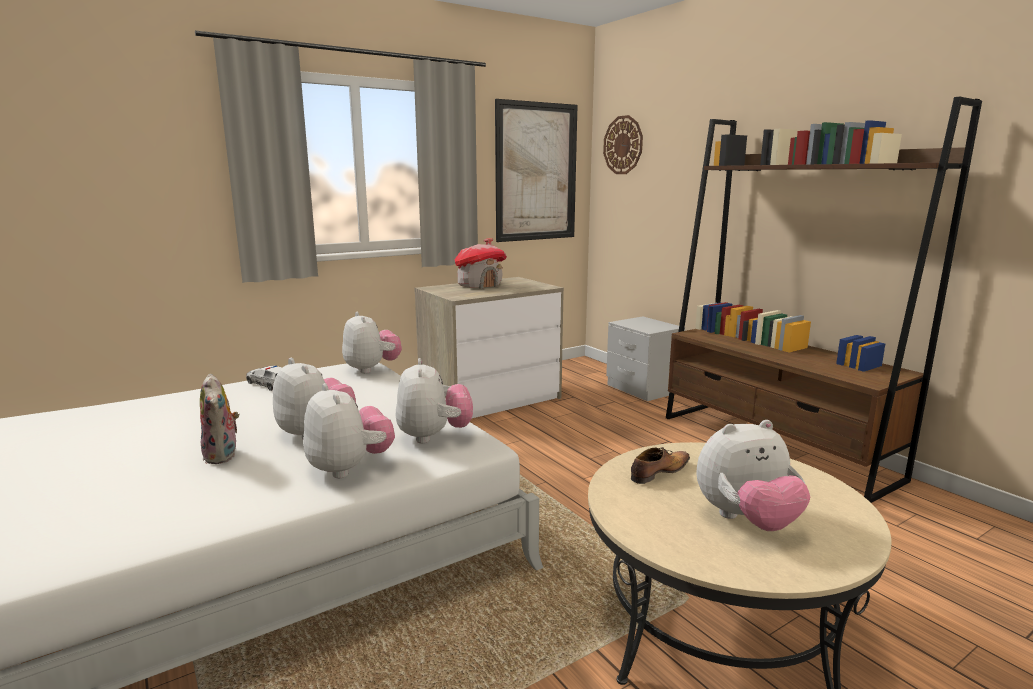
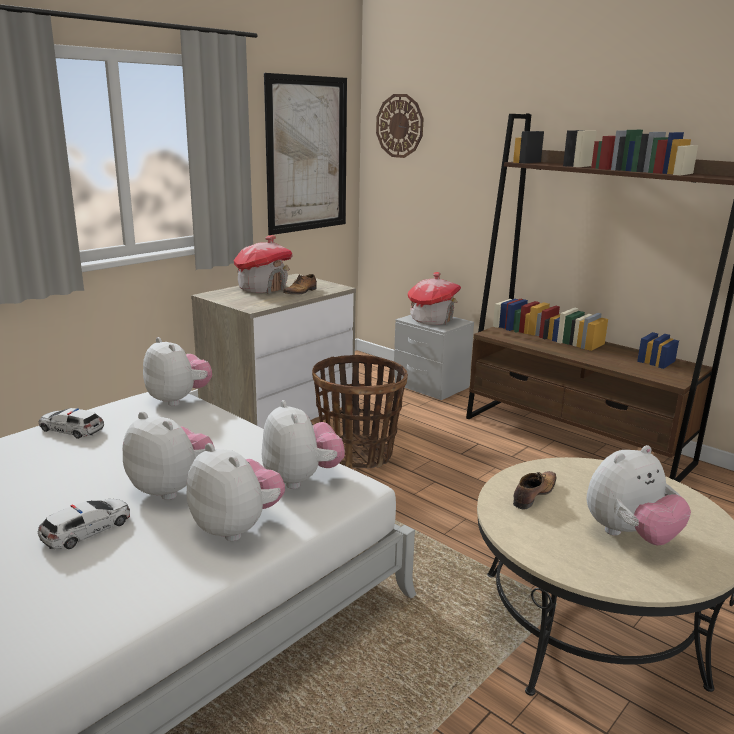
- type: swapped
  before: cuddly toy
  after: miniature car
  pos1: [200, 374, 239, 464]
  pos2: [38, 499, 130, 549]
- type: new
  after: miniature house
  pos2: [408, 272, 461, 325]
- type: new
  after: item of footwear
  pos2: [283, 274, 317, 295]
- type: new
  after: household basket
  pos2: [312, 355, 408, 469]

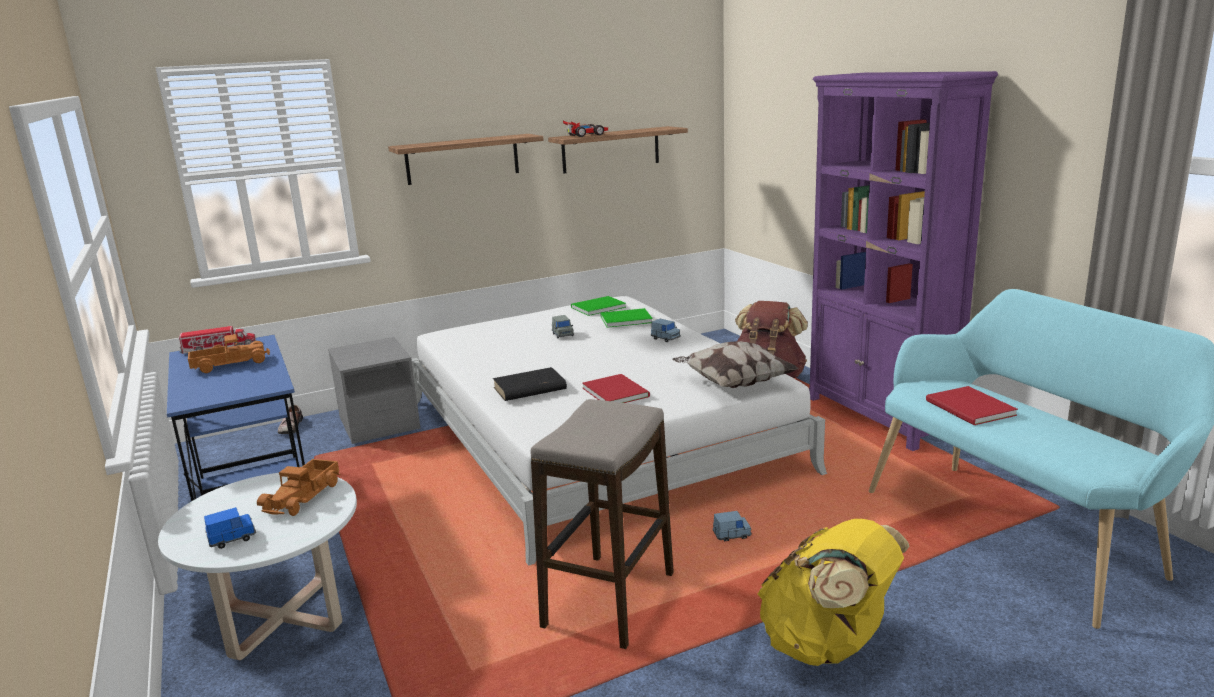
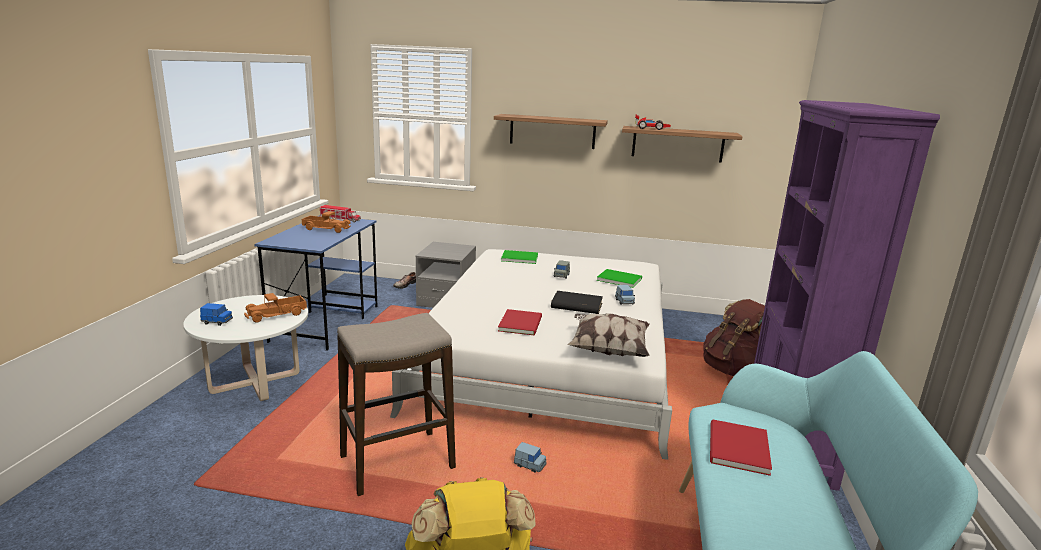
- type: shifted
  before: green-coloured bound book
  pos1: [571, 296, 626, 316]
  pos2: [501, 250, 538, 264]
- type: shifted
  before: black bound book
  pos1: [493, 367, 567, 401]
  pos2: [551, 291, 603, 314]

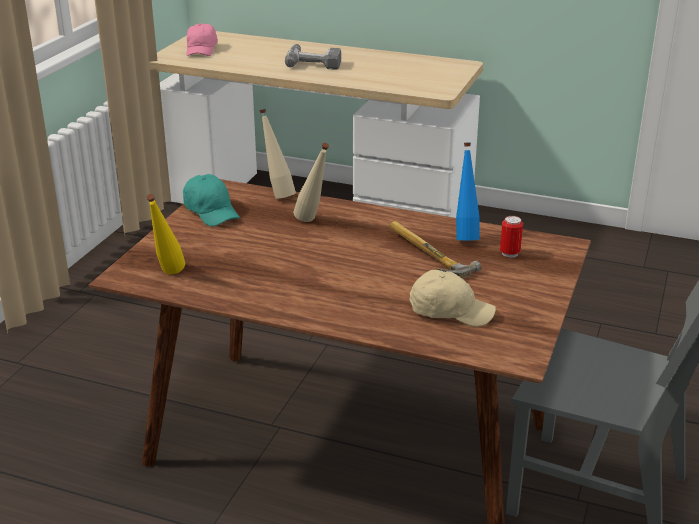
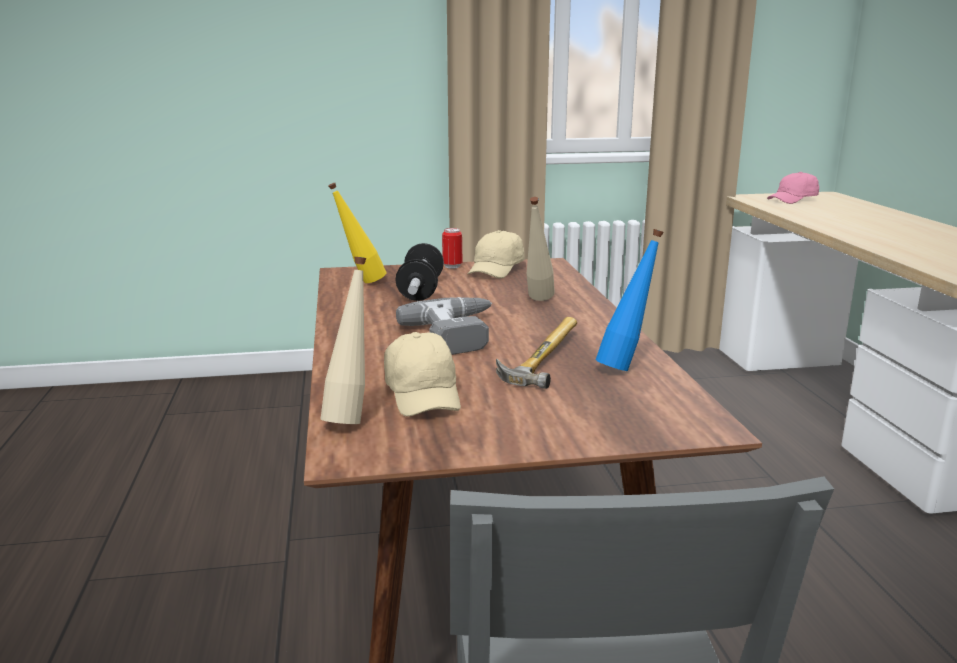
- type: shifted
  before: electric drill
  pos1: [285, 44, 341, 70]
  pos2: [396, 297, 492, 355]
- type: shifted
  before: sand-coloured drink bottle
  pos1: [259, 109, 296, 199]
  pos2: [320, 257, 366, 424]
- type: repainted
  before: turquoise-coloured cap
  after: sand-coloured cap
  pos1: [183, 174, 240, 226]
  pos2: [468, 230, 524, 279]
- type: shifted
  before: can
  pos1: [500, 216, 523, 258]
  pos2: [442, 228, 462, 269]
- type: new
  after: free weight
  pos2: [395, 243, 444, 301]

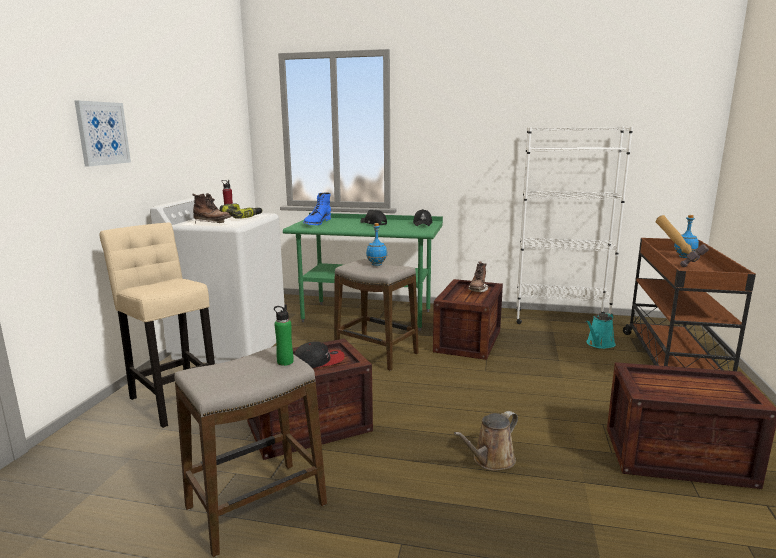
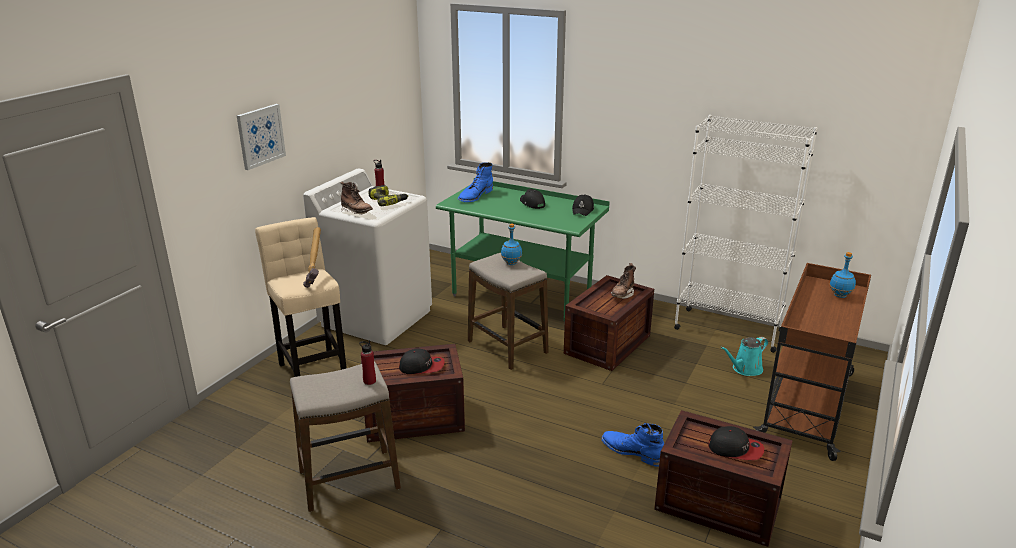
- type: shifted
  before: hand hammer
  pos1: [656, 215, 709, 267]
  pos2: [303, 227, 321, 288]
- type: repainted
  before: green-coloured drink bottle
  after: red-coloured drink bottle
  pos1: [274, 304, 294, 366]
  pos2: [359, 340, 376, 385]
- type: gone
  before: brownish watering pot
  pos1: [454, 411, 518, 471]
- type: new
  after: blue high-top boot
  pos2: [602, 423, 664, 467]
- type: new
  after: cap
  pos2: [708, 426, 764, 461]

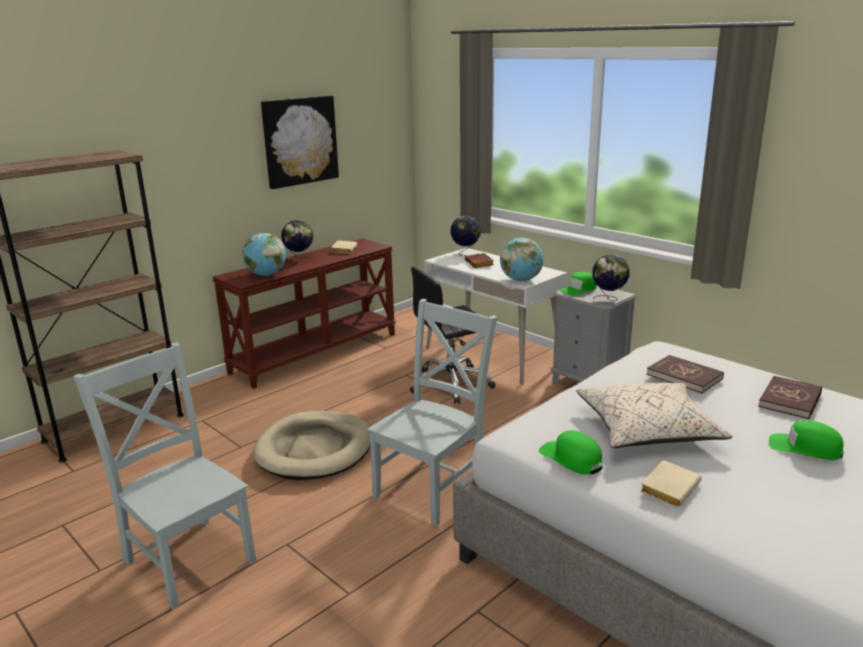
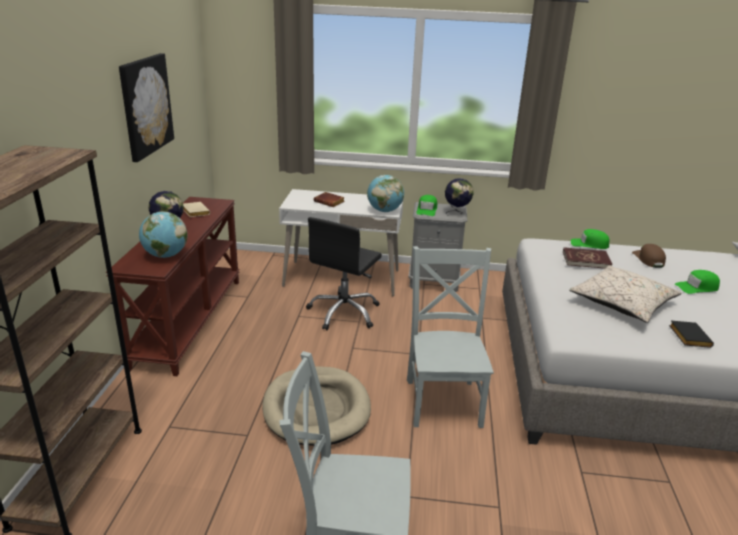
- type: gone
  before: globe
  pos1: [450, 216, 481, 256]
- type: swapped
  before: red-coloured bound book
  after: brownish cap
  pos1: [758, 376, 822, 419]
  pos2: [632, 244, 666, 268]
- type: shifted
  before: green-coloured cap
  pos1: [539, 430, 602, 474]
  pos2: [571, 229, 609, 249]
- type: repainted
  before: sand-coloured bound book
  after: black bound book
  pos1: [640, 460, 701, 507]
  pos2: [669, 321, 714, 348]

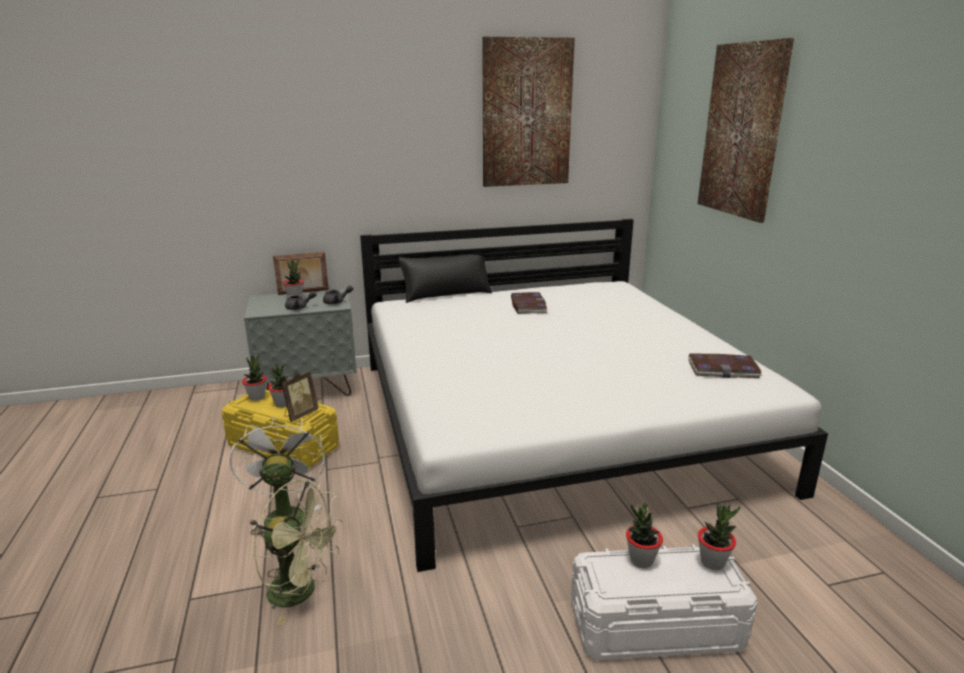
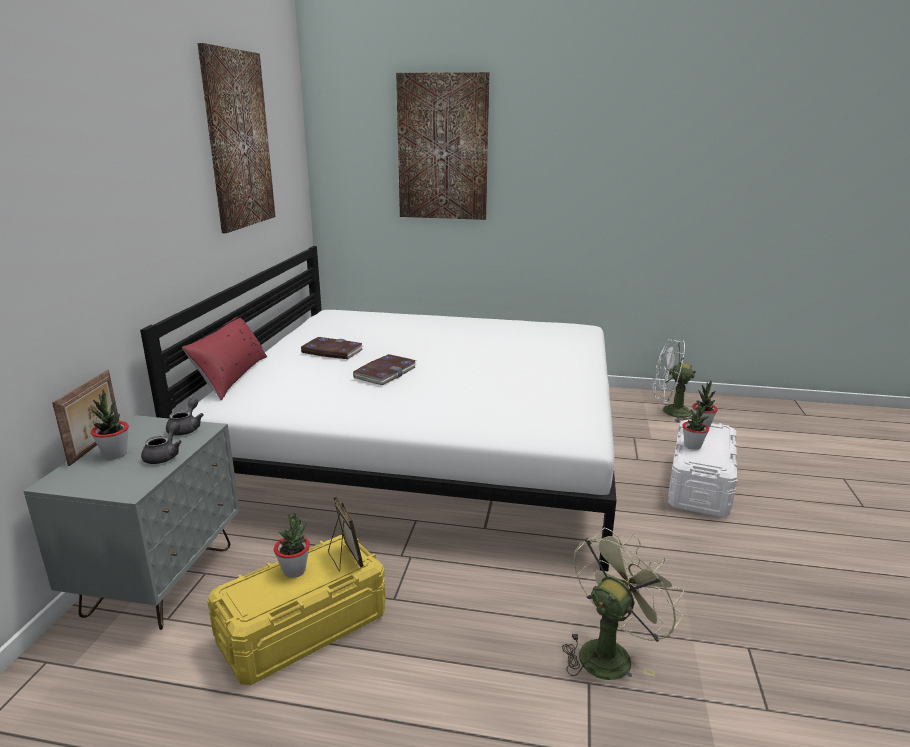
- type: repainted
  before: black cushion
  after: red-coloured cushion
  pos1: [398, 253, 492, 303]
  pos2: [182, 316, 267, 400]
- type: gone
  before: potted plant
  pos1: [242, 353, 267, 401]
- type: shifted
  before: bound book
  pos1: [688, 354, 762, 378]
  pos2: [353, 354, 416, 385]
- type: shifted
  before: whitish cooling fan
  pos1: [230, 416, 325, 538]
  pos2: [652, 339, 696, 422]

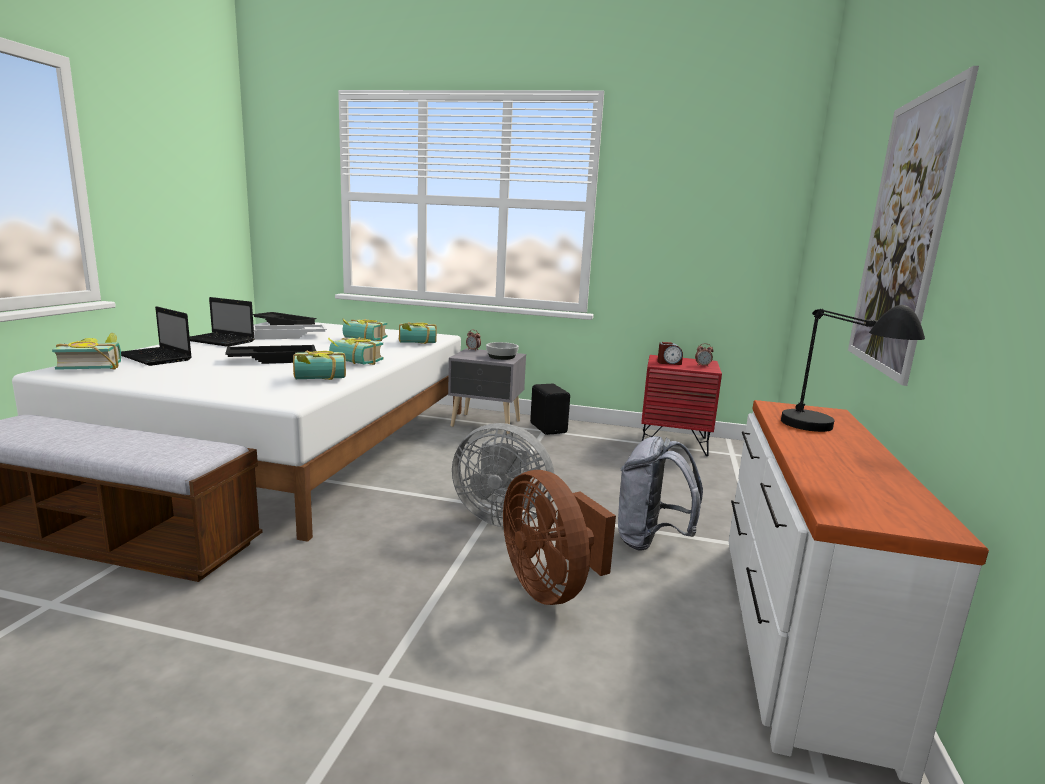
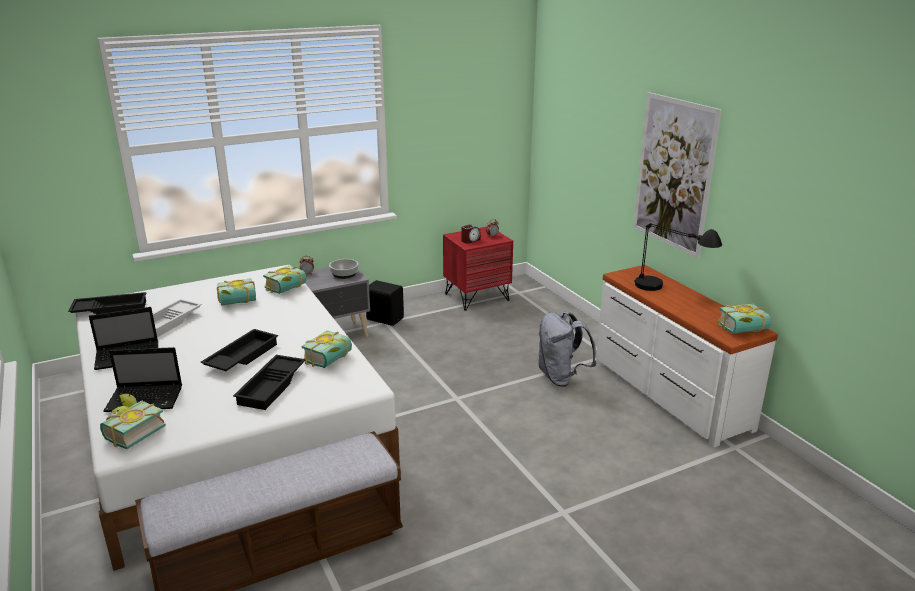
- type: shifted
  before: bound book
  pos1: [328, 337, 383, 365]
  pos2: [718, 304, 770, 334]
- type: gone
  before: gray cooling fan
  pos1: [452, 423, 555, 527]
- type: gone
  before: brownish cooling fan
  pos1: [503, 470, 616, 605]
- type: new
  after: black tray
  pos2: [233, 355, 305, 410]

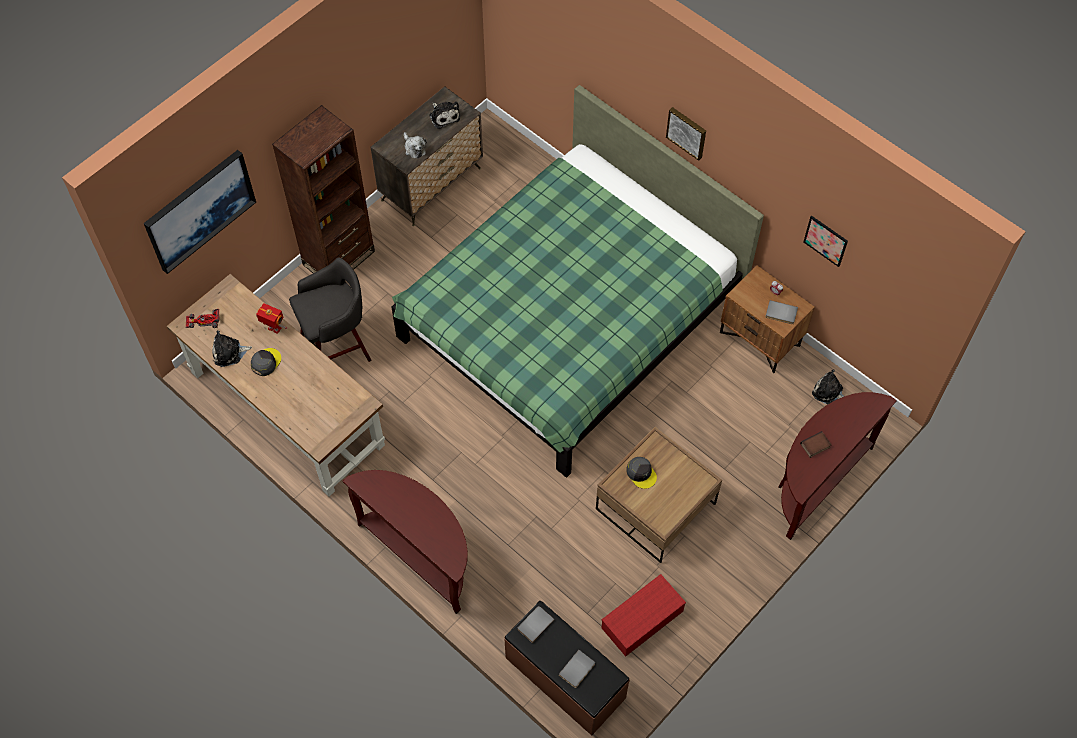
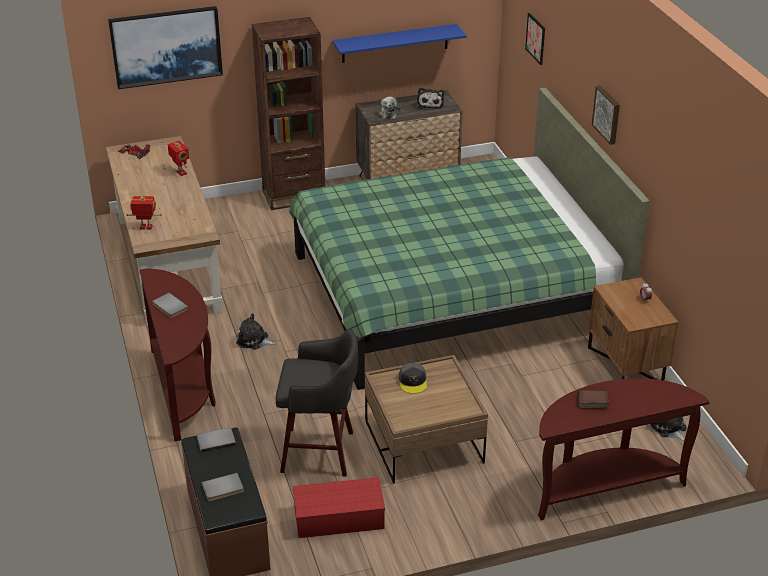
- type: shifted
  before: picture
  pos1: [803, 216, 848, 267]
  pos2: [525, 13, 545, 65]
- type: shifted
  before: gray stool
  pos1: [289, 257, 372, 362]
  pos2: [275, 328, 358, 477]
- type: shifted
  before: gray bound book
  pos1: [765, 300, 798, 324]
  pos2: [152, 293, 189, 318]
- type: shifted
  before: cuddly toy
  pos1: [212, 330, 252, 367]
  pos2: [236, 313, 276, 350]
- type: gone
  before: gray cap
  pos1: [251, 348, 281, 376]
- type: new
  after: blue shelf
  pos2: [332, 24, 467, 63]
- type: new
  after: model robot
  pos2: [127, 196, 162, 230]

